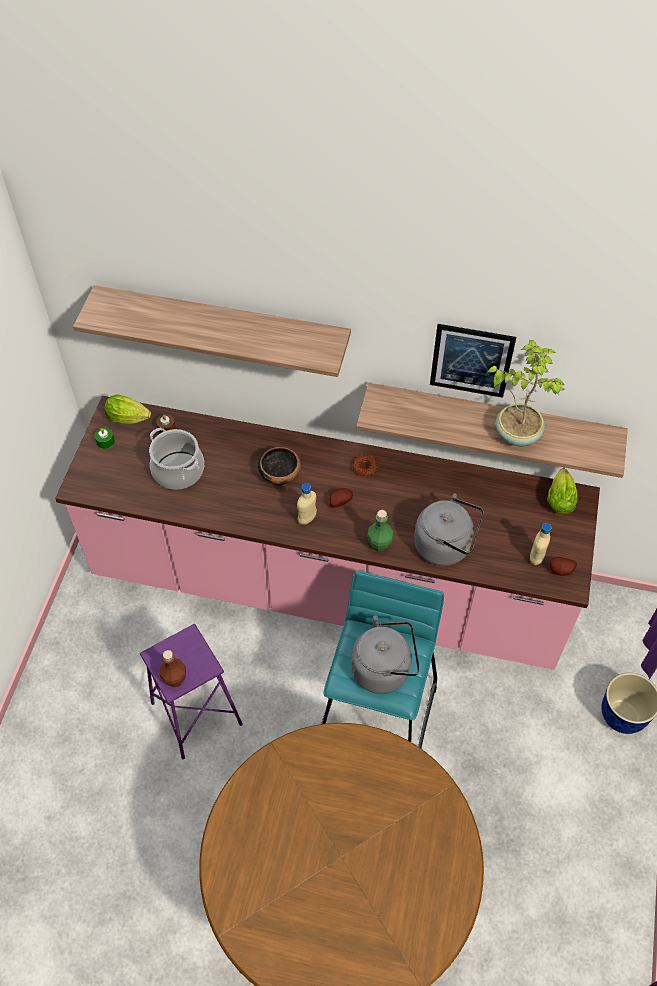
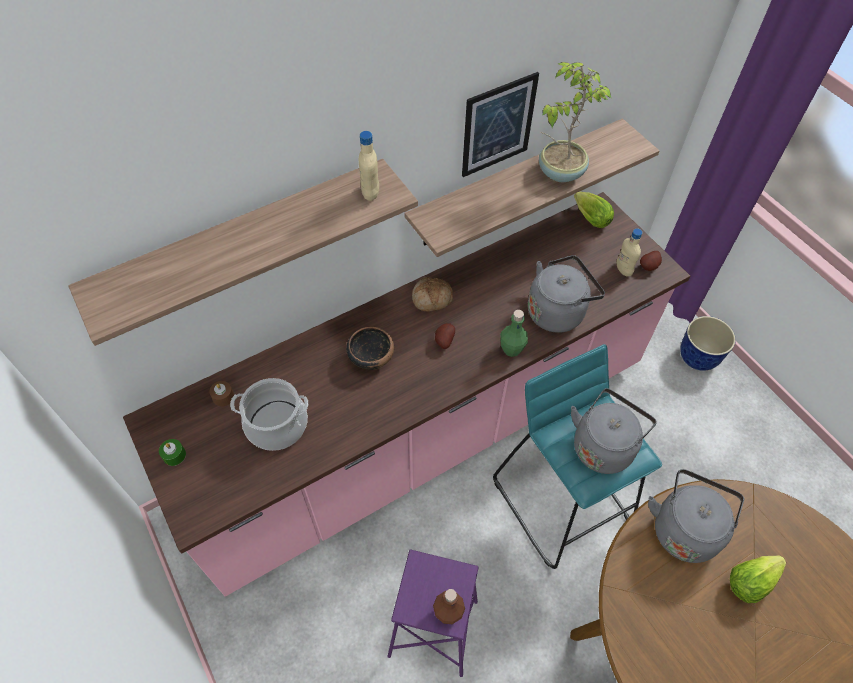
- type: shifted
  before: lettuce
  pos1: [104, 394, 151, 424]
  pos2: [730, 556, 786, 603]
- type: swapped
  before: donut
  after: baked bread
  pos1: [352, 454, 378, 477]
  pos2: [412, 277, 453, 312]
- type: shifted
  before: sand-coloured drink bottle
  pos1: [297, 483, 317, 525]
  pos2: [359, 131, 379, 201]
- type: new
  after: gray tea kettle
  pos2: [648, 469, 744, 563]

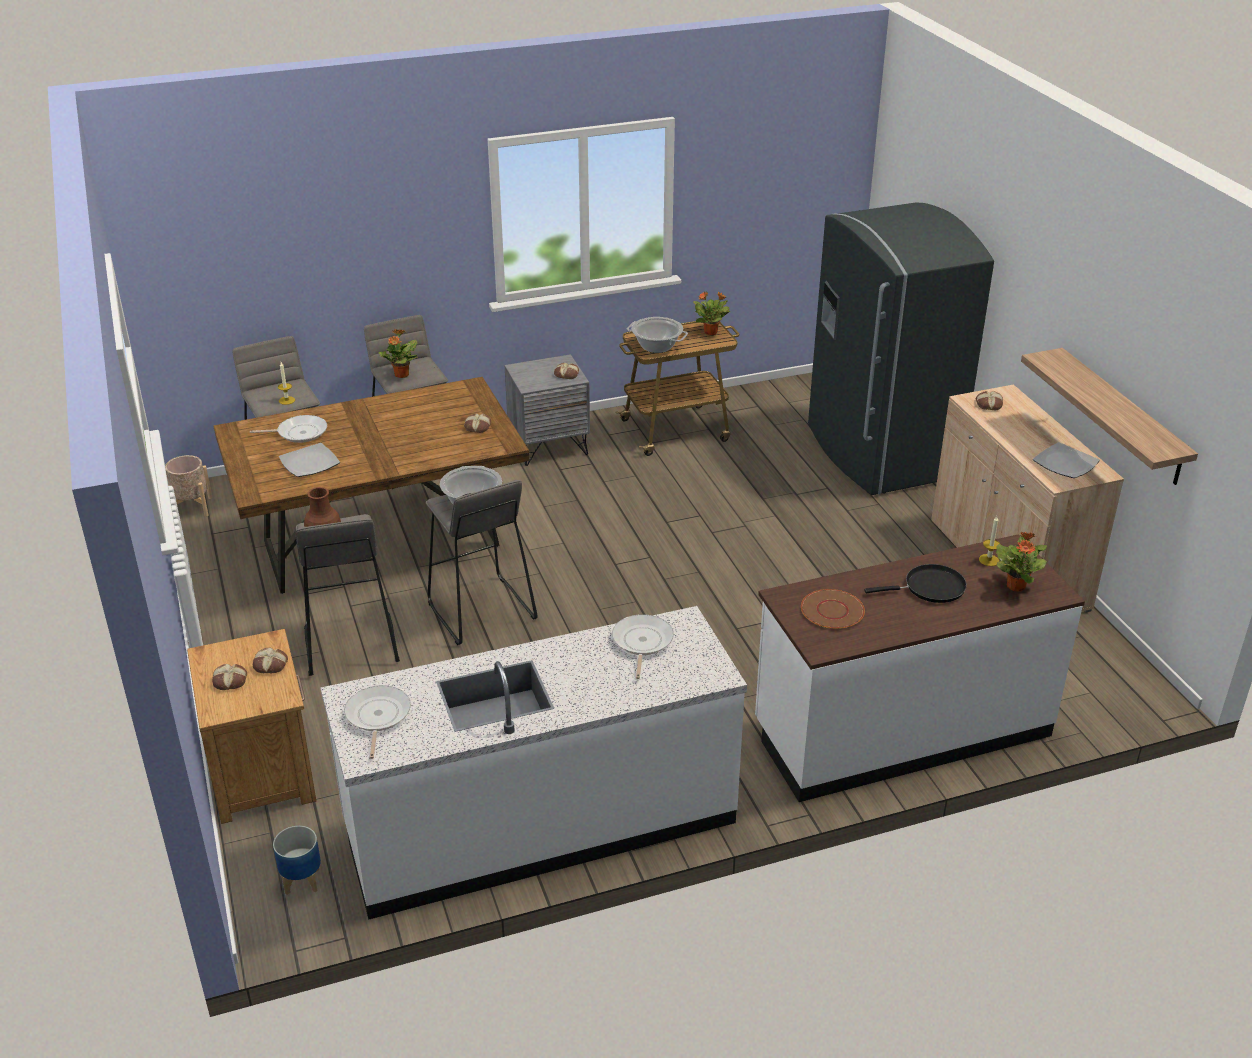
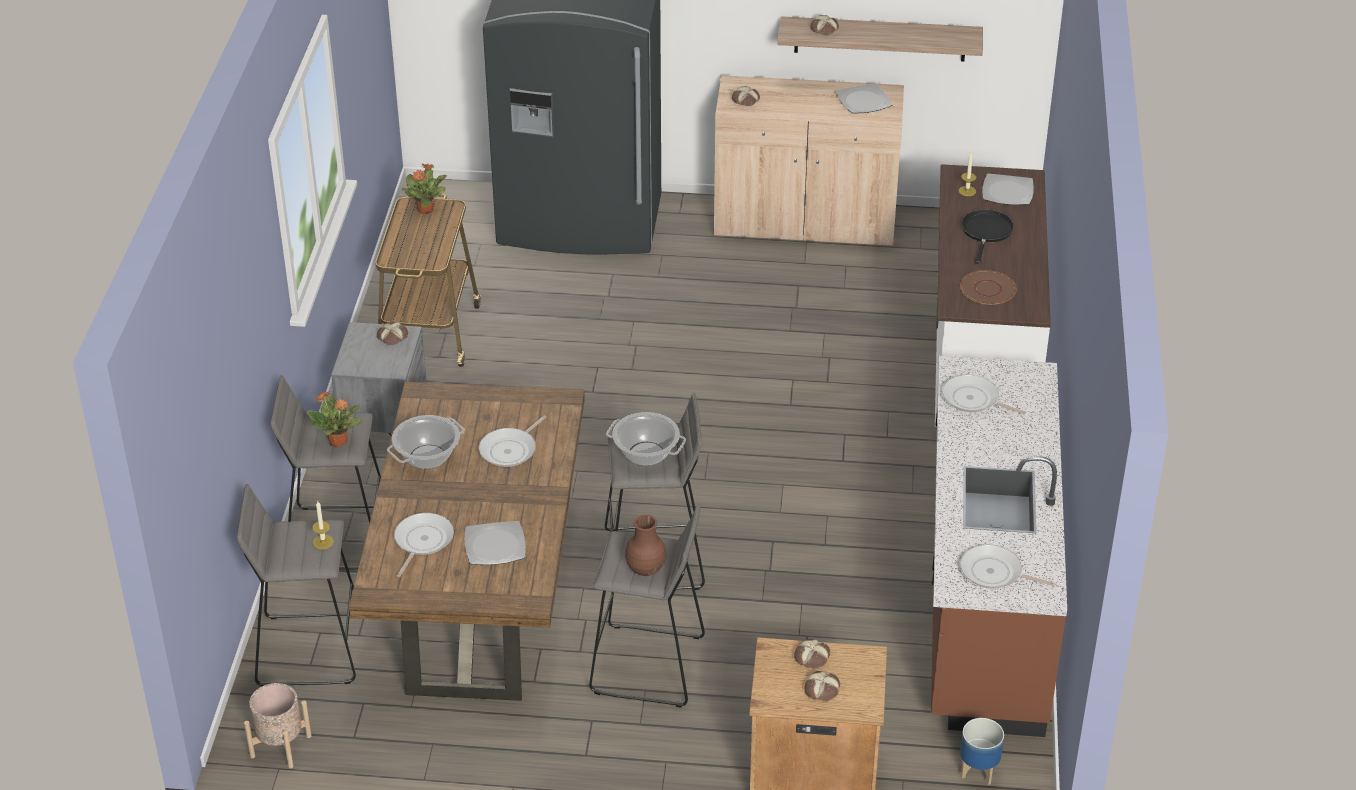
- type: shifted
  before: cooking pot
  pos1: [627, 317, 688, 353]
  pos2: [387, 415, 465, 469]
- type: shifted
  before: baked bread
  pos1: [464, 414, 491, 433]
  pos2: [810, 15, 839, 35]
- type: swapped
  before: potted plant
  after: flat dish
  pos1: [996, 532, 1047, 592]
  pos2: [982, 174, 1034, 205]
- type: repainted
  before: whitish counter
  after: brownish counter
  pos1: [321, 606, 747, 920]
  pos2: [931, 356, 1067, 737]
- type: new
  after: frying pan
  pos2: [479, 415, 546, 467]

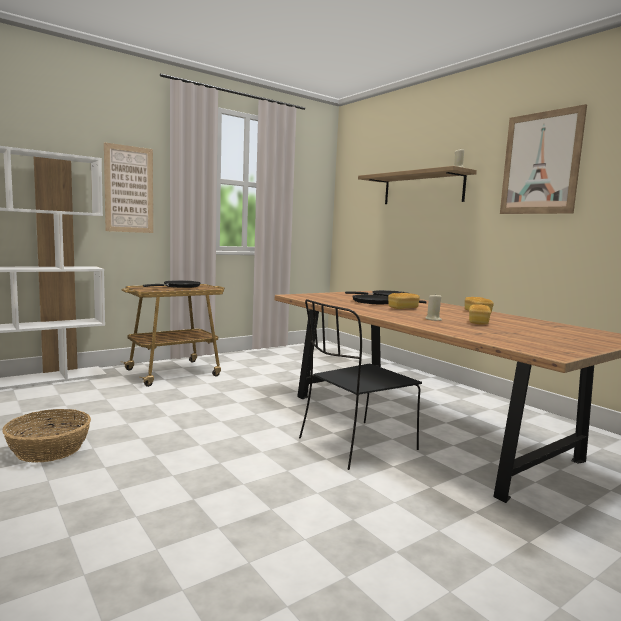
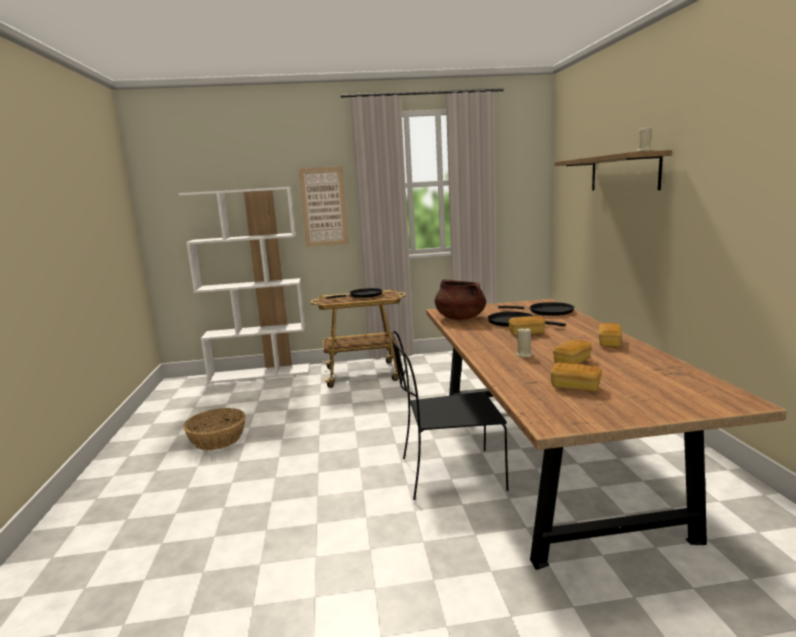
- type: gone
  before: picture
  pos1: [500, 104, 587, 214]
- type: new
  after: brownish cooking pot
  pos2: [435, 279, 486, 320]
- type: new
  after: baked bread
  pos2: [551, 362, 602, 392]

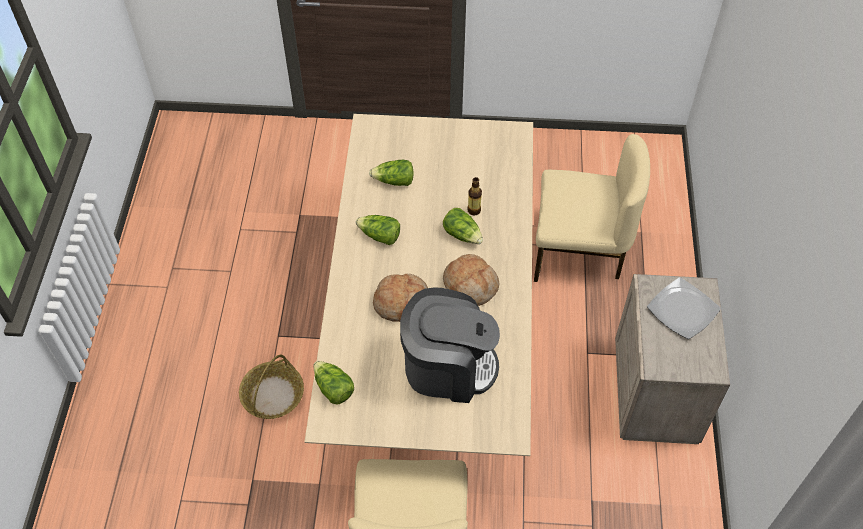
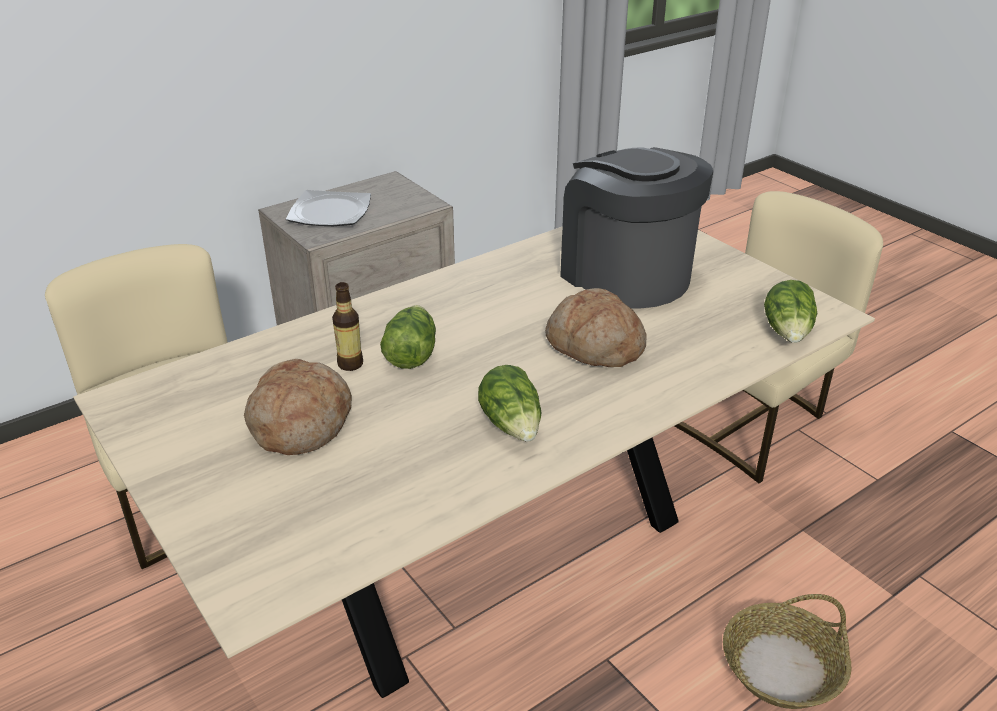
- type: gone
  before: lettuce
  pos1: [369, 160, 414, 186]
- type: shifted
  before: baked bread
  pos1: [443, 254, 500, 306]
  pos2: [244, 359, 352, 455]

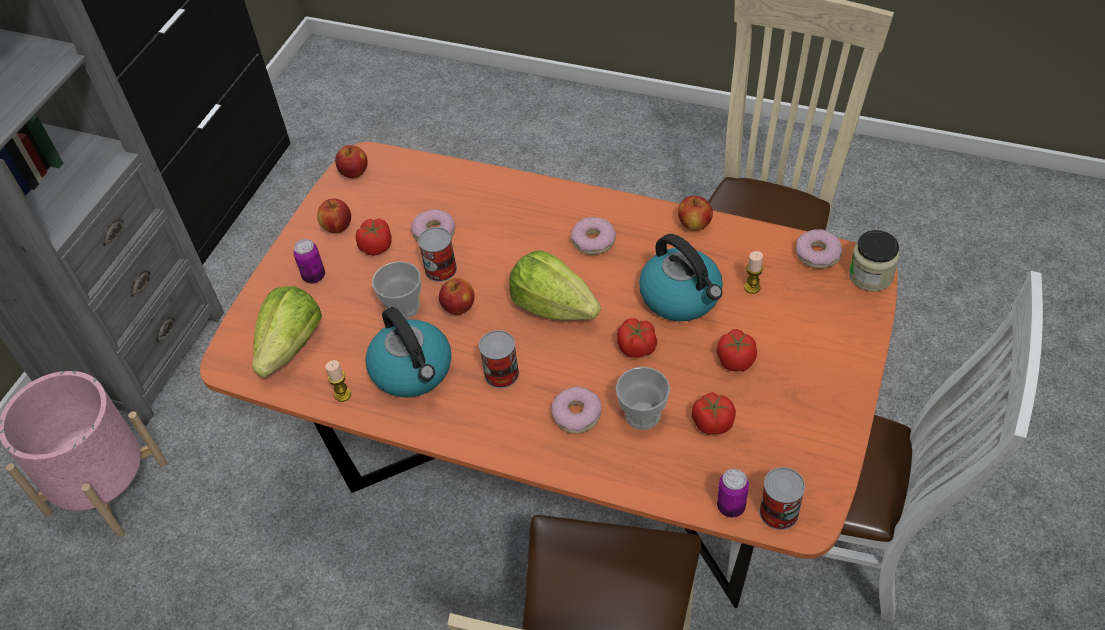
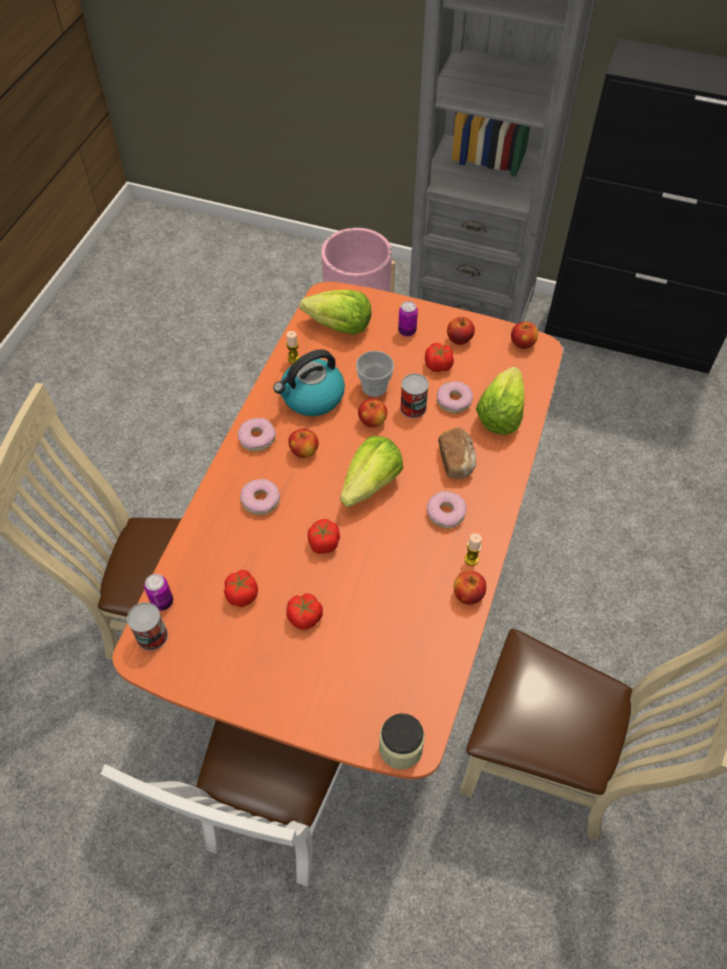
- type: shifted
  before: donut
  pos1: [796, 229, 842, 269]
  pos2: [238, 418, 276, 452]
- type: gone
  before: tea kettle
  pos1: [639, 234, 723, 321]
- type: shifted
  before: candle
  pos1: [744, 251, 763, 294]
  pos2: [464, 533, 482, 566]
- type: swapped
  before: can
  after: whole apple
  pos1: [479, 330, 519, 388]
  pos2: [288, 429, 319, 458]
- type: gone
  before: drinking cup
  pos1: [616, 367, 670, 430]
- type: new
  after: lettuce
  pos2: [476, 367, 524, 435]
- type: new
  after: baked bread
  pos2: [438, 427, 476, 479]

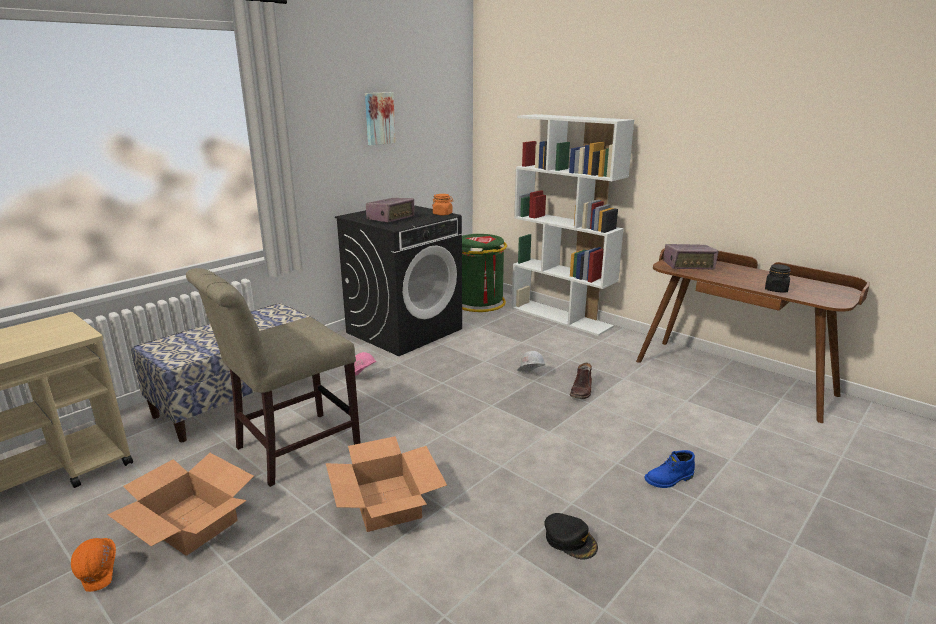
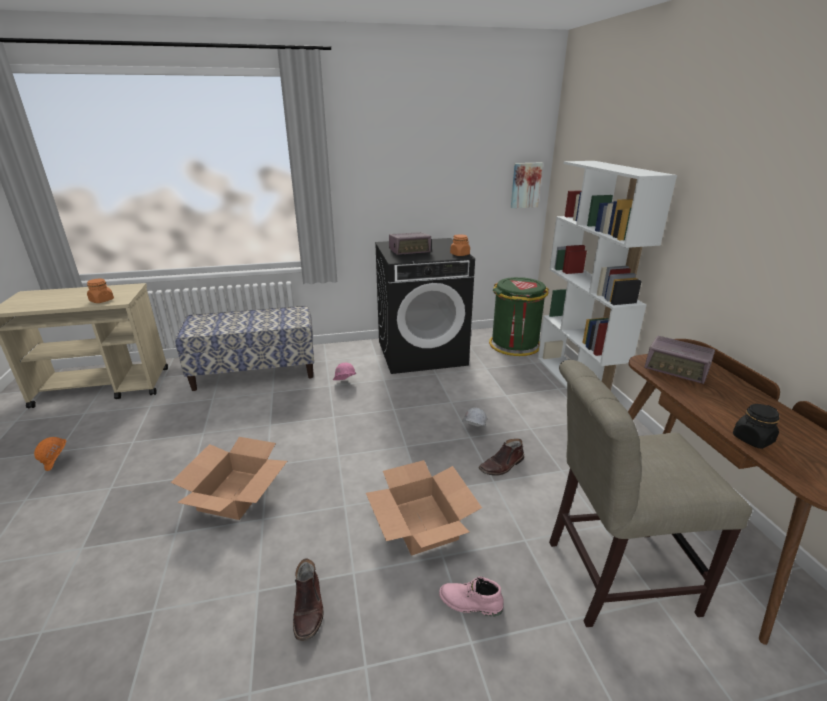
- type: shifted
  before: picture
  pos1: [365, 92, 396, 145]
  pos2: [511, 163, 543, 208]
- type: shifted
  before: sand-coloured chair
  pos1: [186, 268, 361, 487]
  pos2: [549, 360, 752, 627]
- type: repainted
  before: blue high-top boot
  after: pink high-top boot
  pos1: [644, 450, 695, 488]
  pos2: [439, 576, 504, 616]
- type: shifted
  before: cardboard box
  pos1: [108, 453, 254, 556]
  pos2: [366, 460, 482, 555]
- type: swapped
  before: black cap
  after: brownish high-top boot
  pos1: [544, 513, 598, 560]
  pos2: [293, 559, 324, 641]
- type: new
  after: orange preserve jar
  pos2: [87, 279, 114, 303]

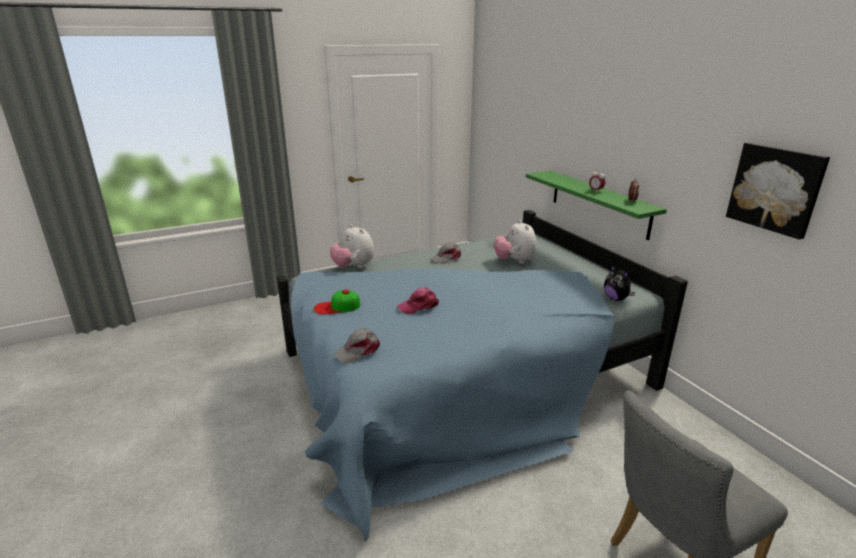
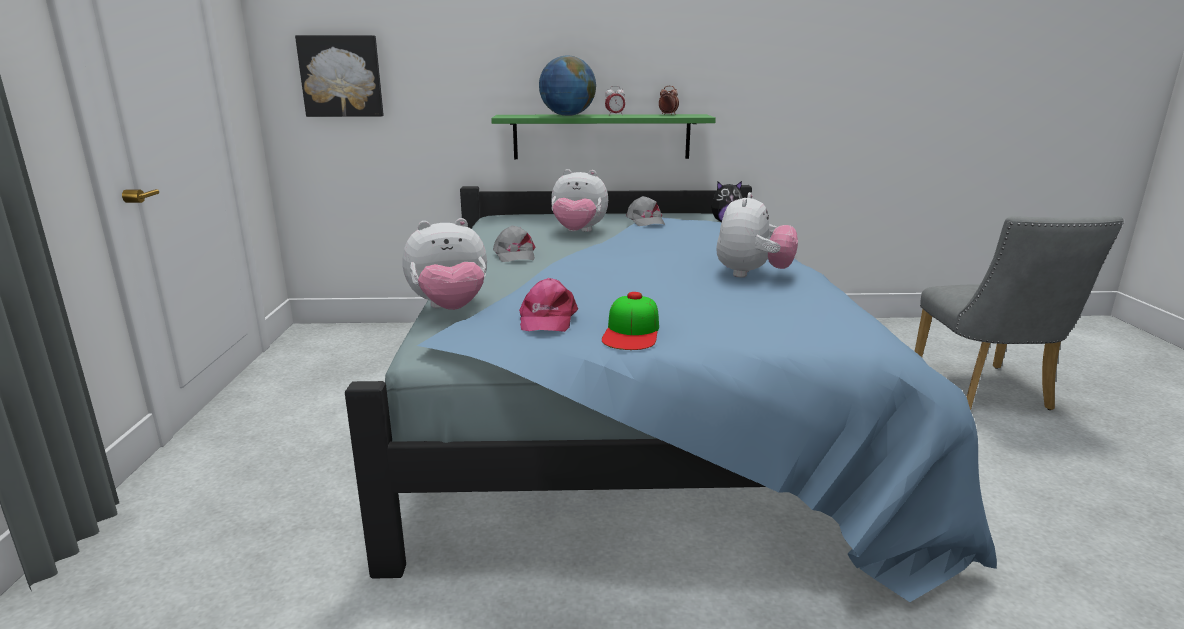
- type: shifted
  before: picture
  pos1: [726, 143, 830, 240]
  pos2: [295, 35, 384, 117]
- type: shifted
  before: pink cap
  pos1: [397, 287, 439, 314]
  pos2: [519, 278, 578, 332]
- type: shifted
  before: gray cap
  pos1: [333, 328, 380, 364]
  pos2: [626, 196, 665, 226]
- type: new
  after: globe
  pos2: [539, 55, 596, 116]
- type: new
  after: cuddly toy
  pos2: [716, 192, 798, 277]

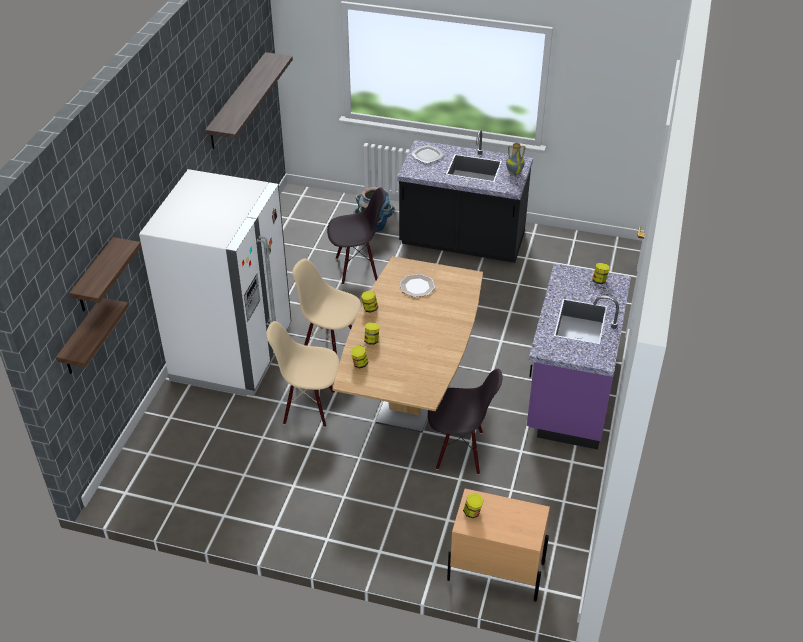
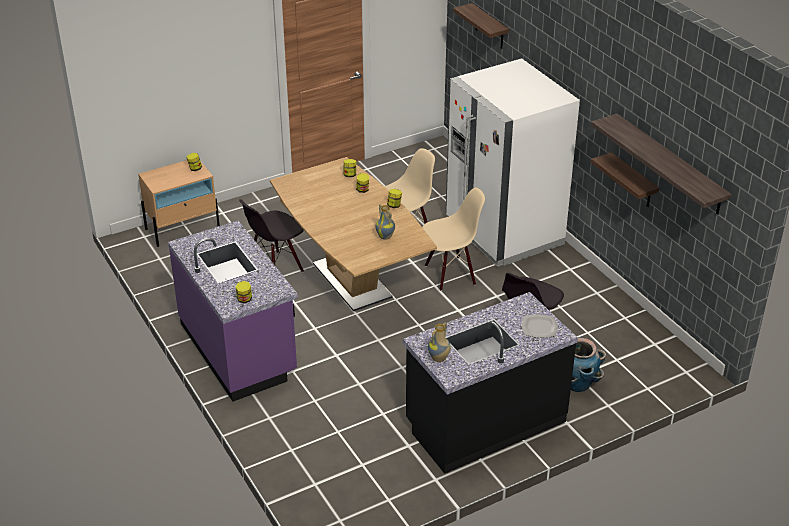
- type: swapped
  before: flat dish
  after: vase
  pos1: [399, 274, 435, 297]
  pos2: [376, 204, 395, 240]
- type: shifted
  before: shelf
  pos1: [56, 298, 129, 374]
  pos2: [591, 152, 659, 207]

